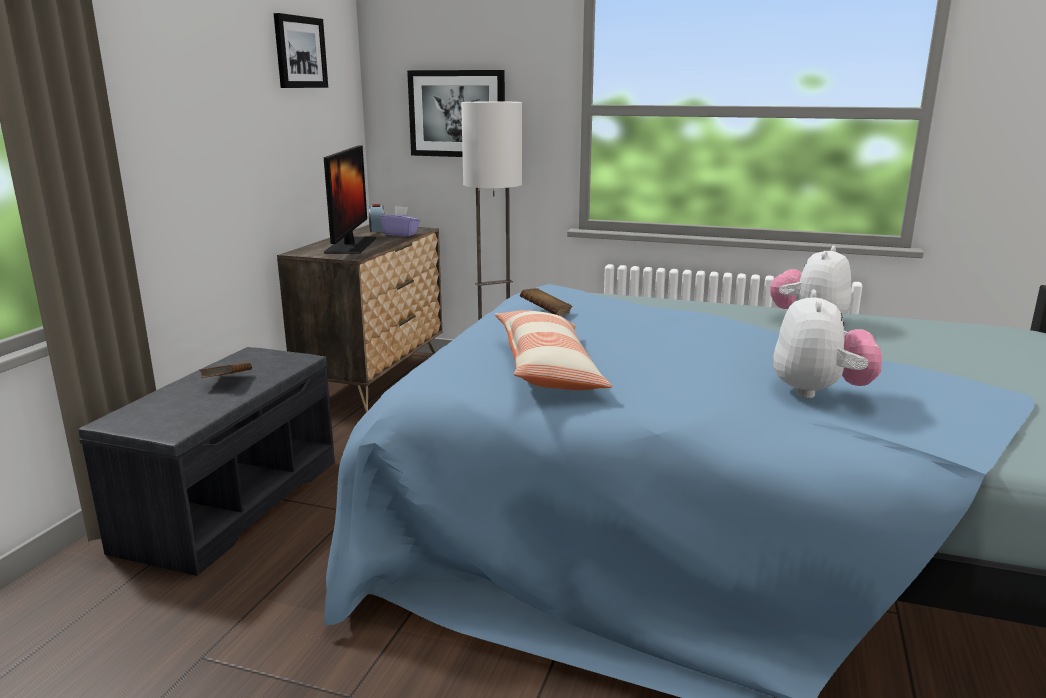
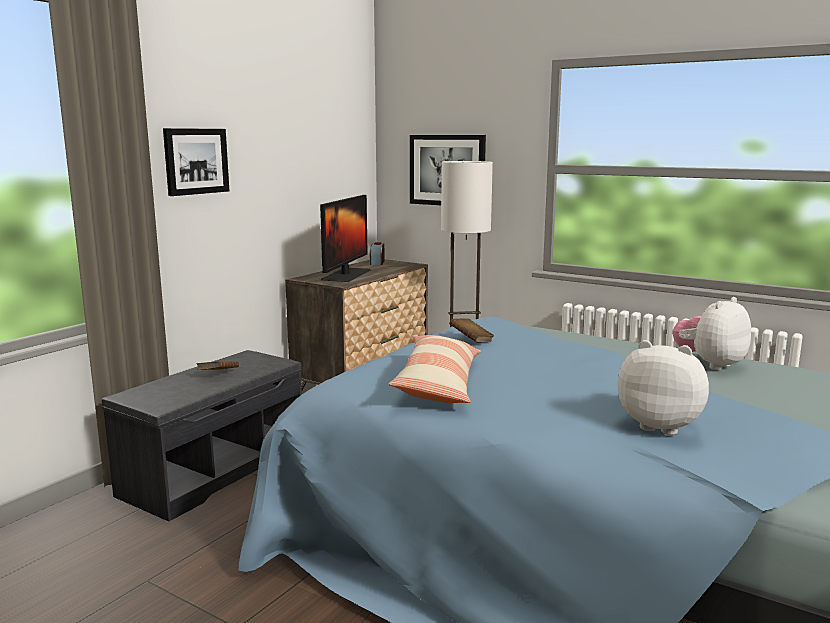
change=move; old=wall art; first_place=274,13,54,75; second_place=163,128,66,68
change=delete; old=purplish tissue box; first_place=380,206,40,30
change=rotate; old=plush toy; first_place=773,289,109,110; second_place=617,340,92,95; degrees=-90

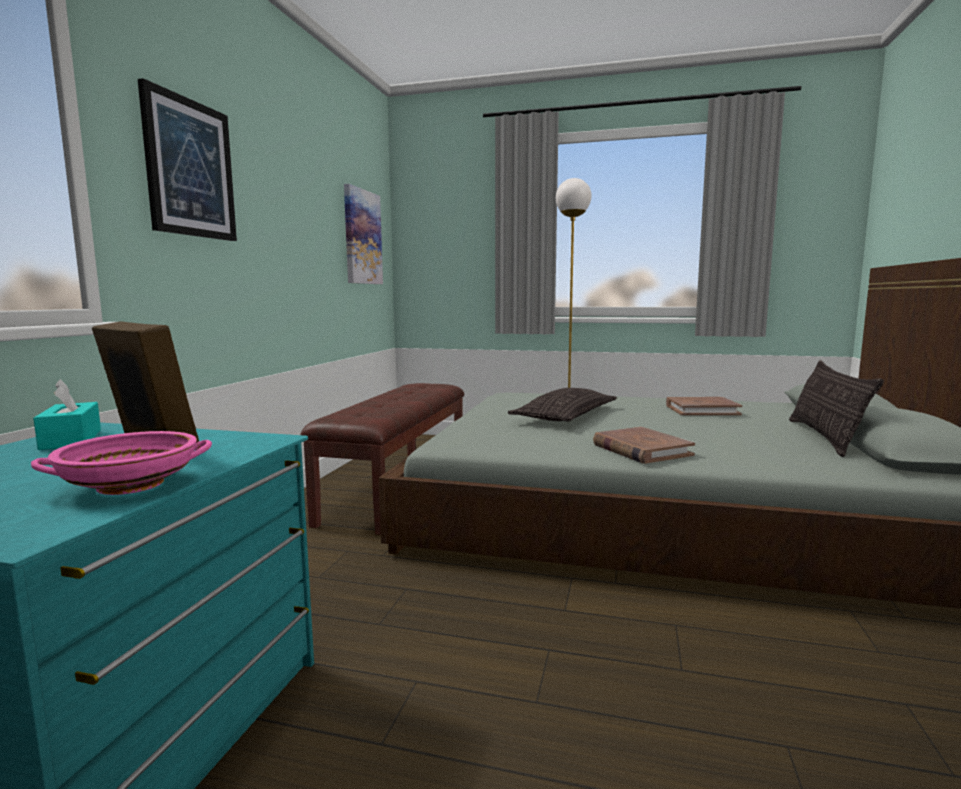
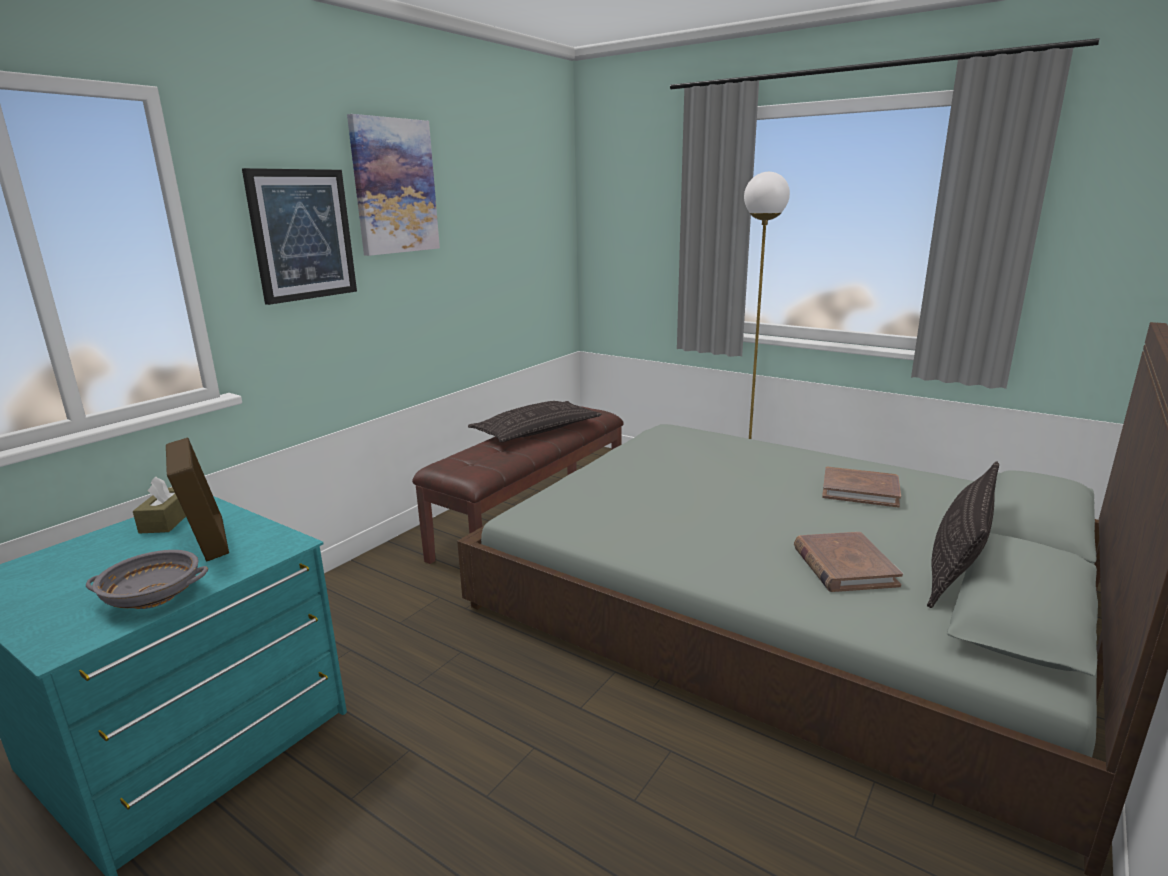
change=recolor; old=pink bowl; new=greyish bowl; first_place=31,431,181,64; second_place=86,550,122,59
change=recolor; old=blue-green tissue box; new=brownish tissue box; first_place=33,379,68,71; second_place=133,476,53,58
change=move; old=wall art; first_place=344,184,39,100; second_place=347,114,93,142
change=move; old=pillow; first_place=508,388,109,34; second_place=468,401,134,41
change=move; old=brownish book; first_place=593,427,102,37; second_place=794,532,109,60

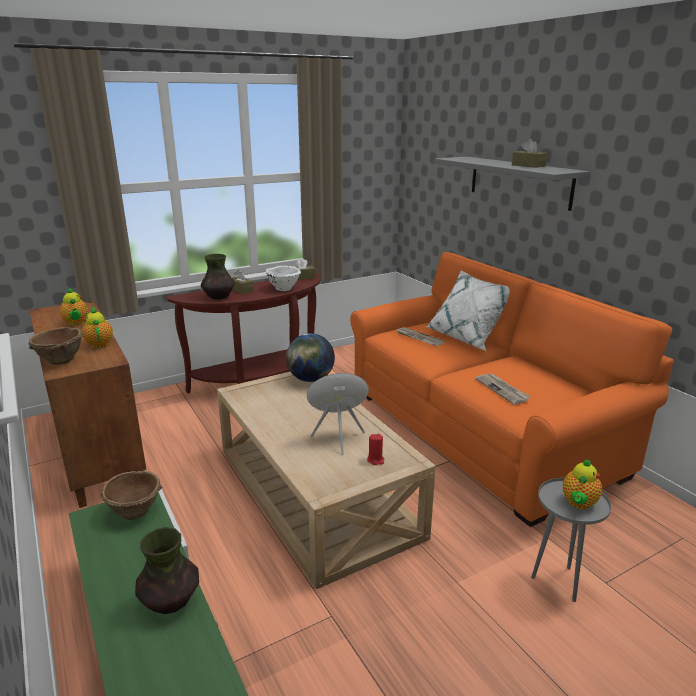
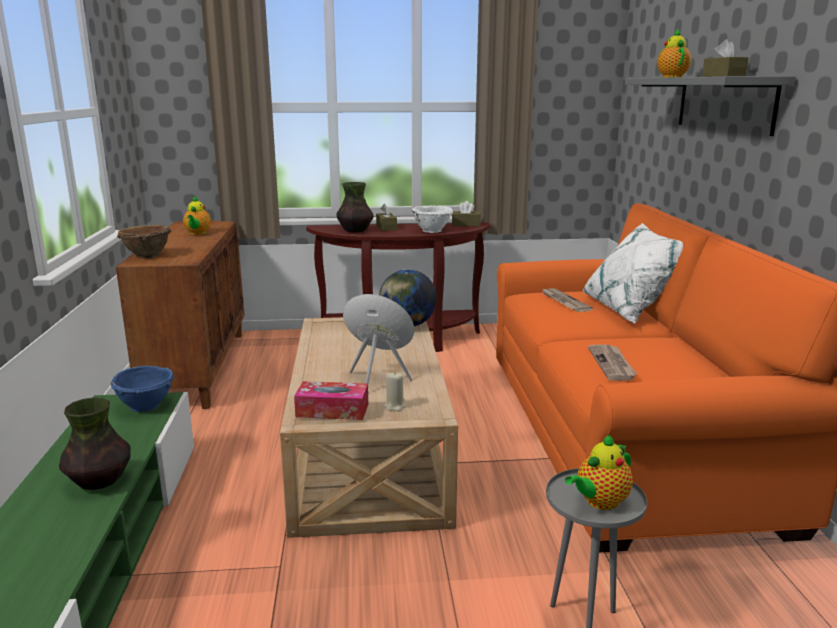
change=move; old=tea pot; first_place=82,307,31,41; second_place=657,28,34,50
change=recolor; old=brownish bowl; new=blue-coloured bowl; first_place=101,470,61,50; second_place=111,366,63,46
change=recolor; old=reddish wax light; new=beige-coloured wax light; first_place=367,434,17,31; second_place=384,372,22,39
change=insert; new=tissue box; second_place=294,381,74,39

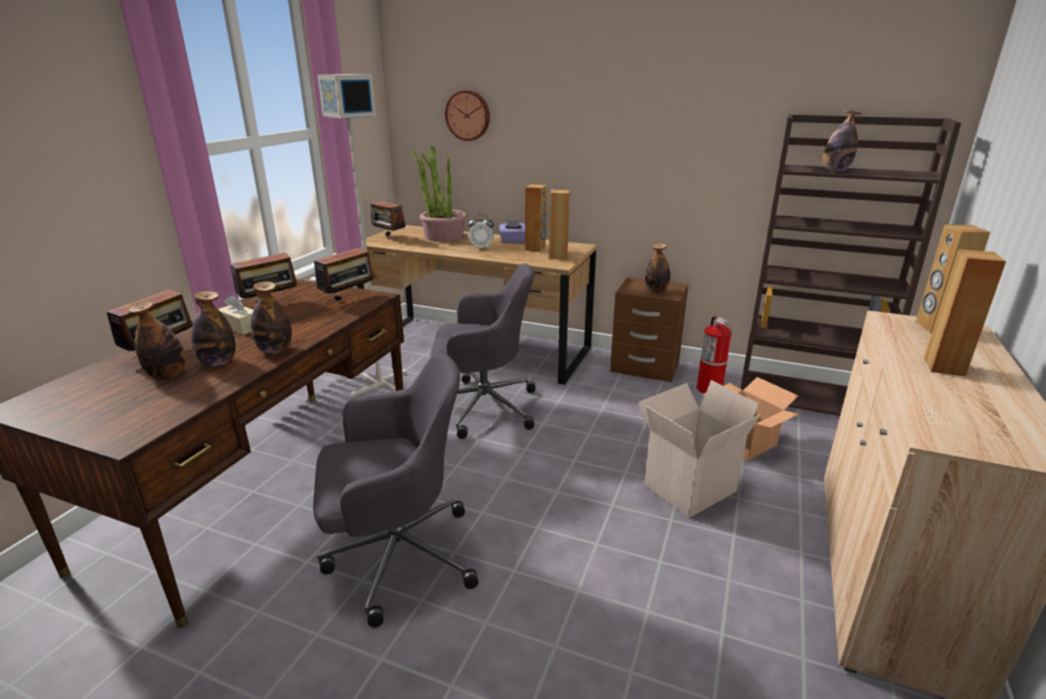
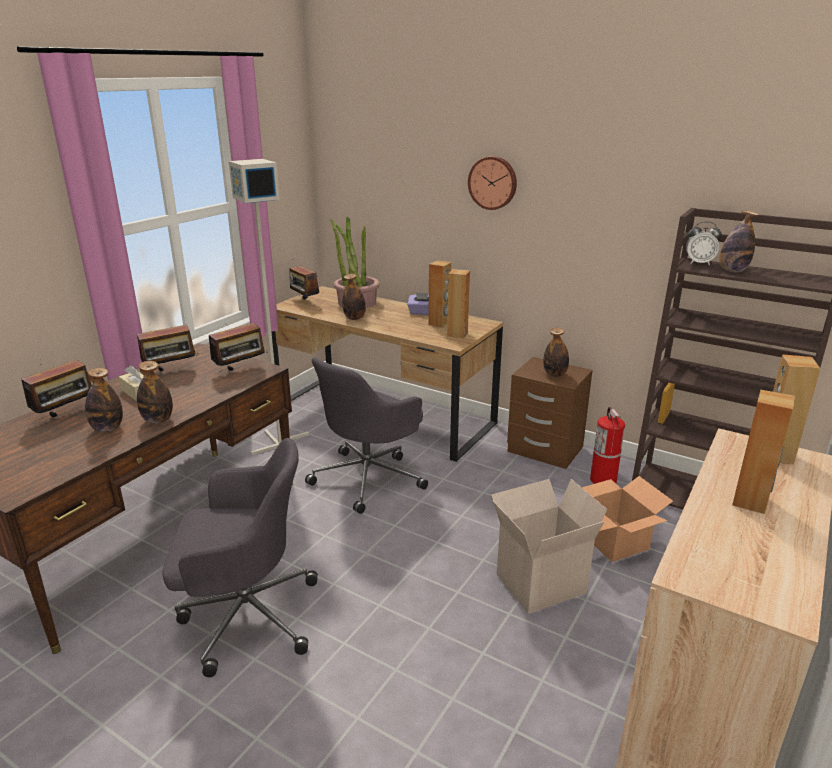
change=move; old=beverage bottle; first_place=128,301,58,79; second_place=342,274,24,46
change=rotate; old=greyish office chair; first_place=431,263,104,176; second_place=305,357,123,157; degrees=120
change=move; old=hanging clock; first_place=445,90,45,51; second_place=468,156,49,54
change=move; old=bedside clock; first_place=468,214,26,35; second_place=686,221,36,44

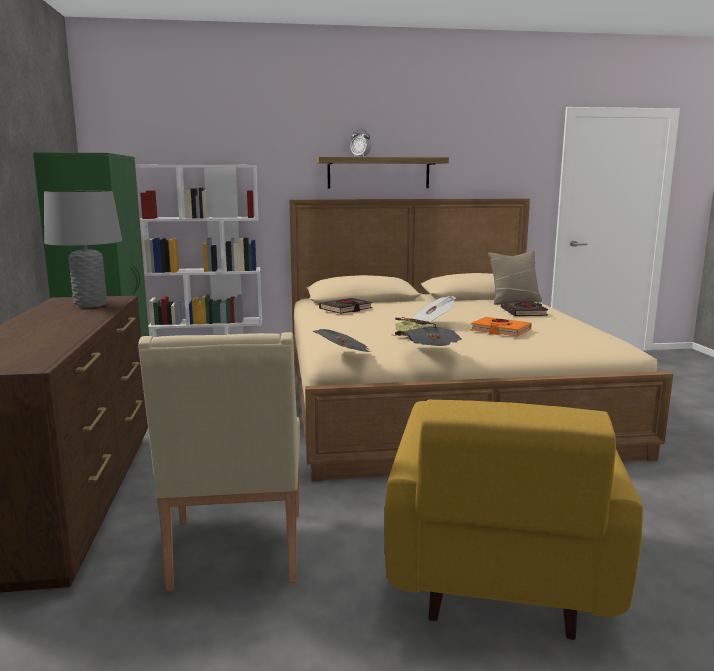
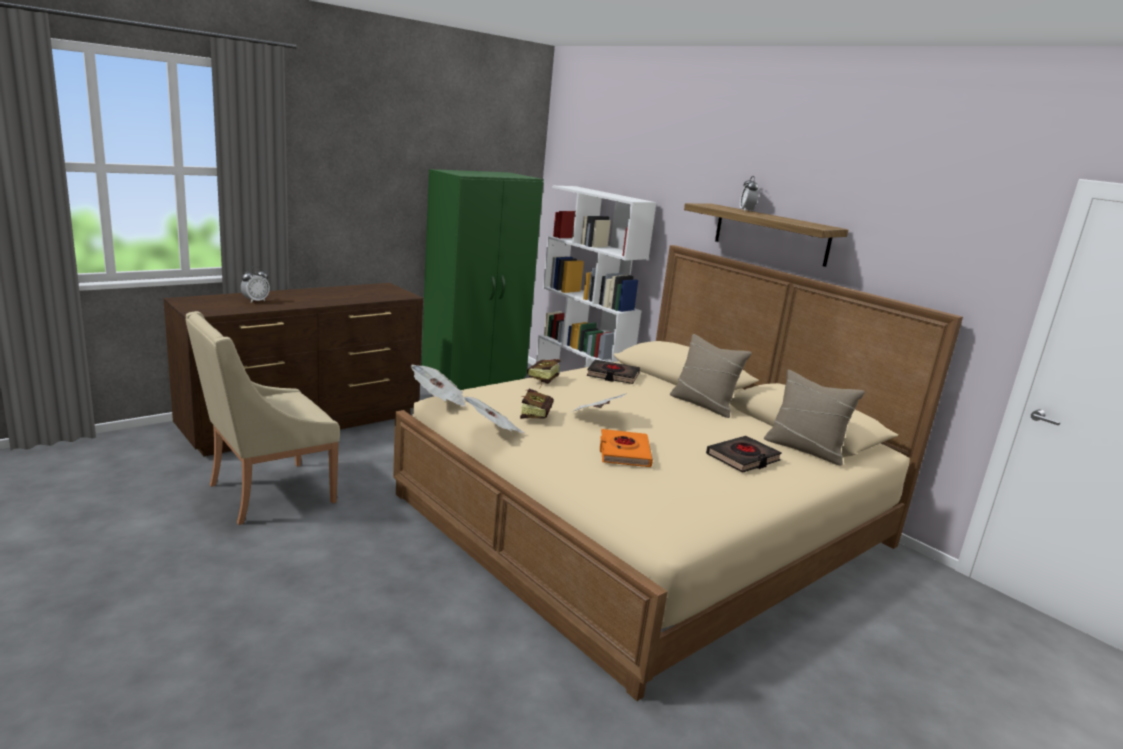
change=delete; old=greyish table lamp; first_place=44,191,78,117
change=delete; old=yellow easy chair; first_place=384,400,259,240
change=insert; new=bedside clock; second_place=241,267,29,36
change=insert; new=book; second_place=527,359,33,29
change=insert; new=beige-coloured pillow; second_place=670,334,82,84

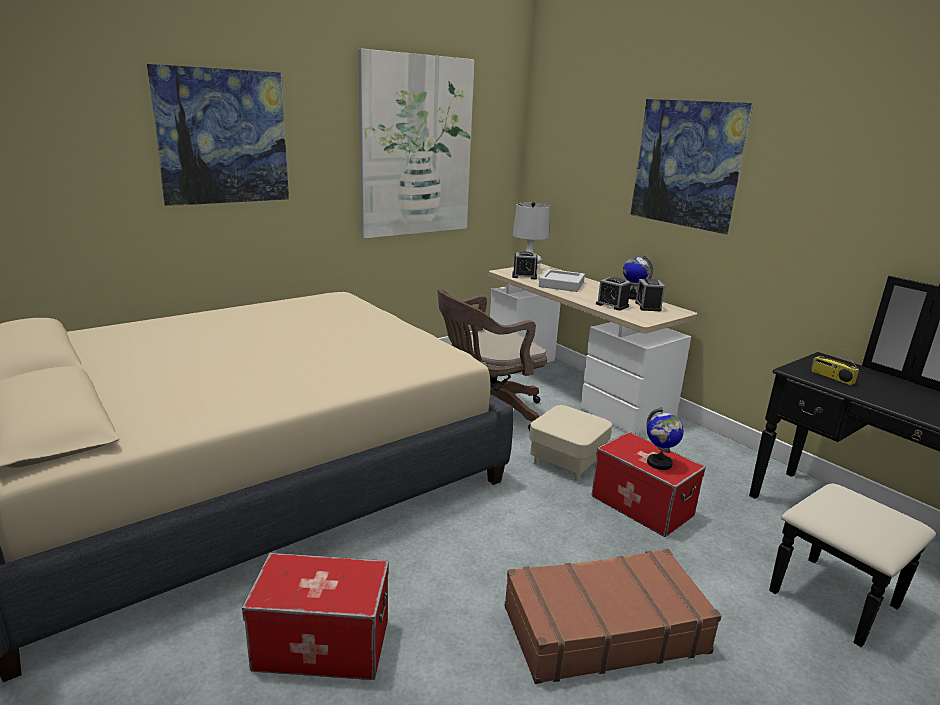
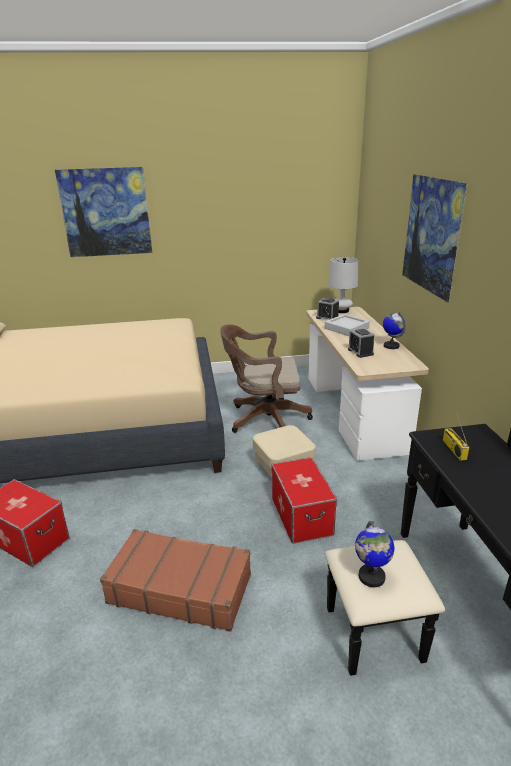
change=delete; old=wall art; first_place=358,48,117,191
change=delete; old=bedside clock; first_place=635,279,30,32
change=move; old=desk globe; first_place=646,407,38,63; second_place=355,521,39,66

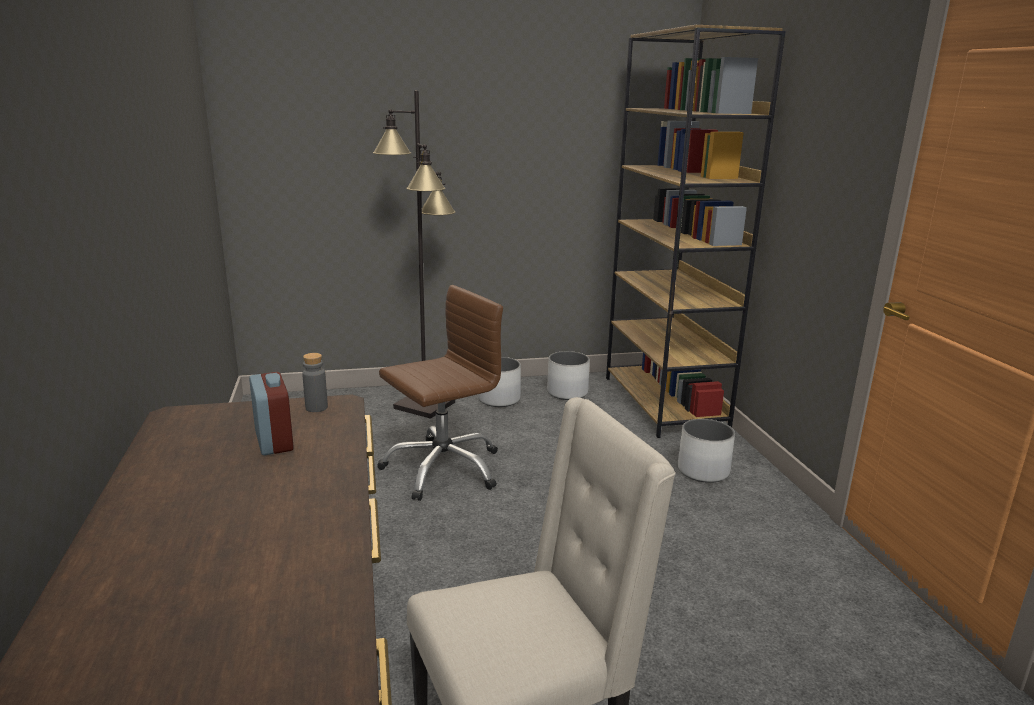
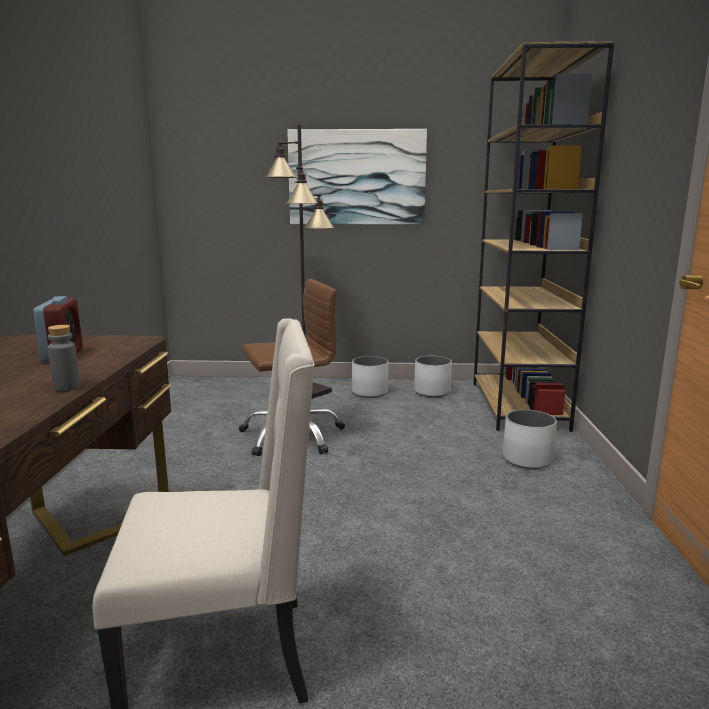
change=move; old=greyish beverage bottle; first_place=302,353,26,59; second_place=48,325,32,67
change=insert; new=wall art; second_place=287,129,140,96

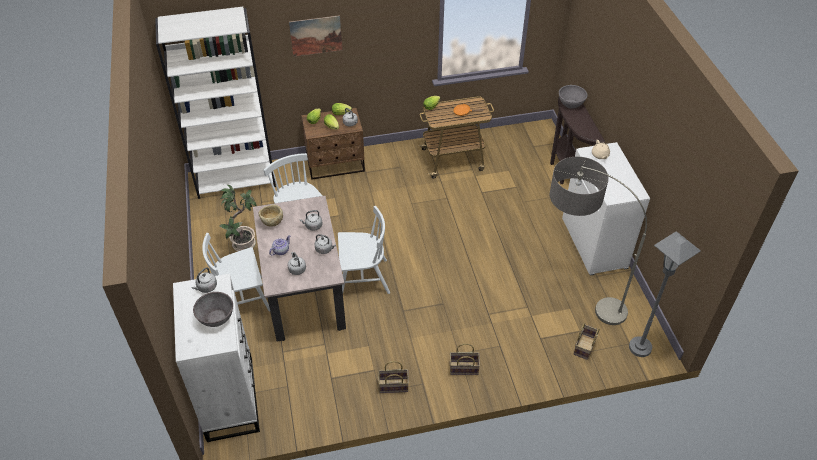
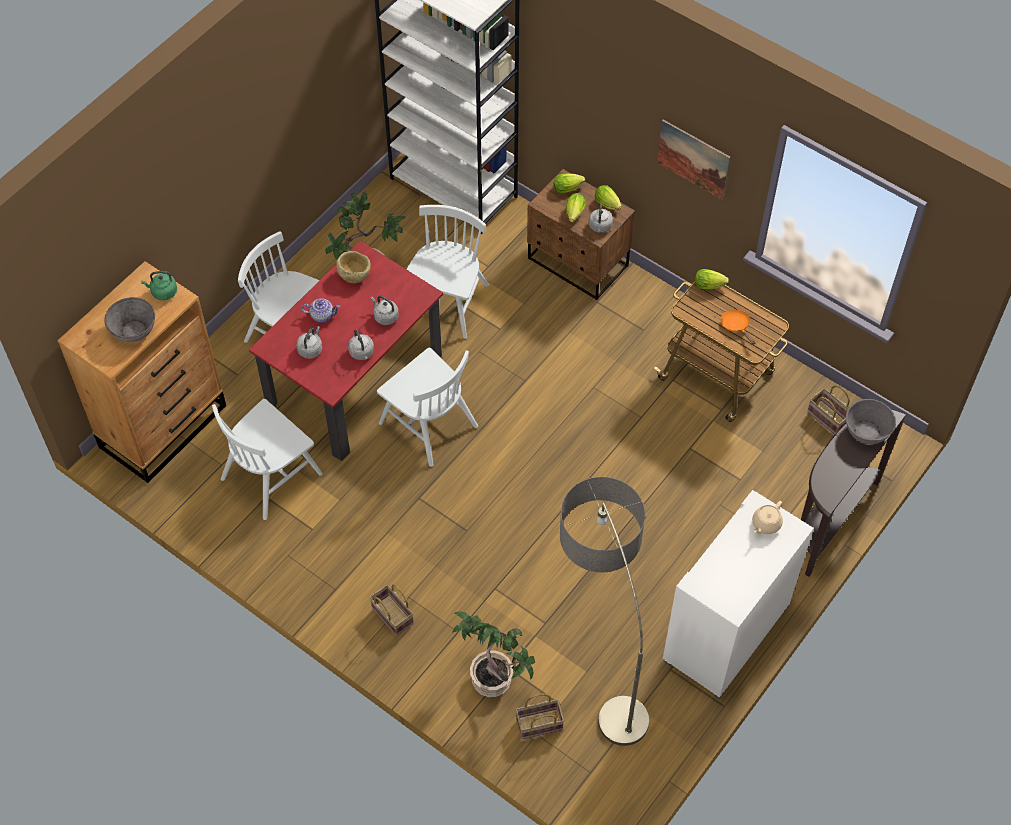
change=recolor; old=whitish dresser; new=brownish dresser; first_place=173,274,87,168; second_place=57,261,169,222
change=recolor; old=greyish kettle; new=green kettle; first_place=192,267,25,26; second_place=141,271,36,29
change=recolor; old=beige-coloured dining table; new=reddish dining table; first_place=253,196,93,146; second_place=249,241,194,220
change=move; old=wall art; first_place=289,15,53,42; second_place=657,119,74,81
change=move; old=basket; first_place=378,361,31,32; second_place=807,385,43,50
change=delete; old=greyish floor lamp; first_place=629,231,72,126
change=insert; new=whitish upright chair; second_place=212,399,111,121
change=insert; new=houseplant; second_place=452,611,83,86

